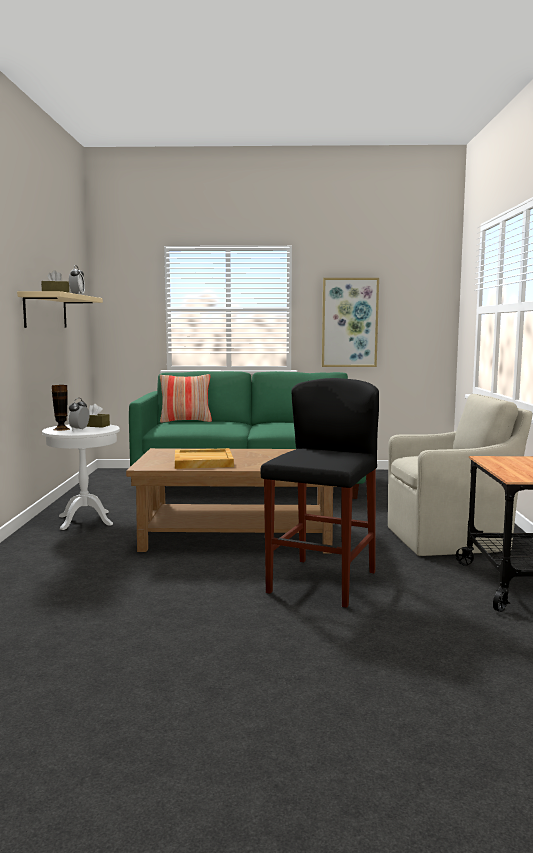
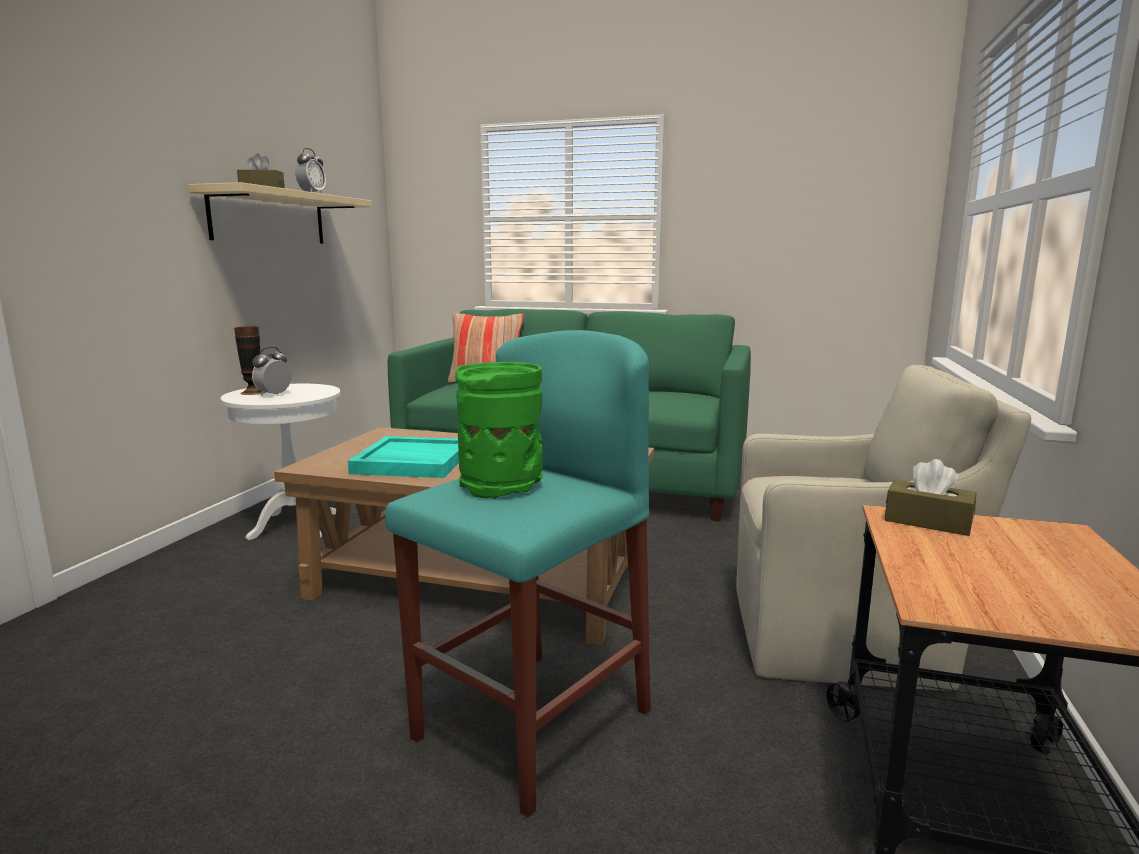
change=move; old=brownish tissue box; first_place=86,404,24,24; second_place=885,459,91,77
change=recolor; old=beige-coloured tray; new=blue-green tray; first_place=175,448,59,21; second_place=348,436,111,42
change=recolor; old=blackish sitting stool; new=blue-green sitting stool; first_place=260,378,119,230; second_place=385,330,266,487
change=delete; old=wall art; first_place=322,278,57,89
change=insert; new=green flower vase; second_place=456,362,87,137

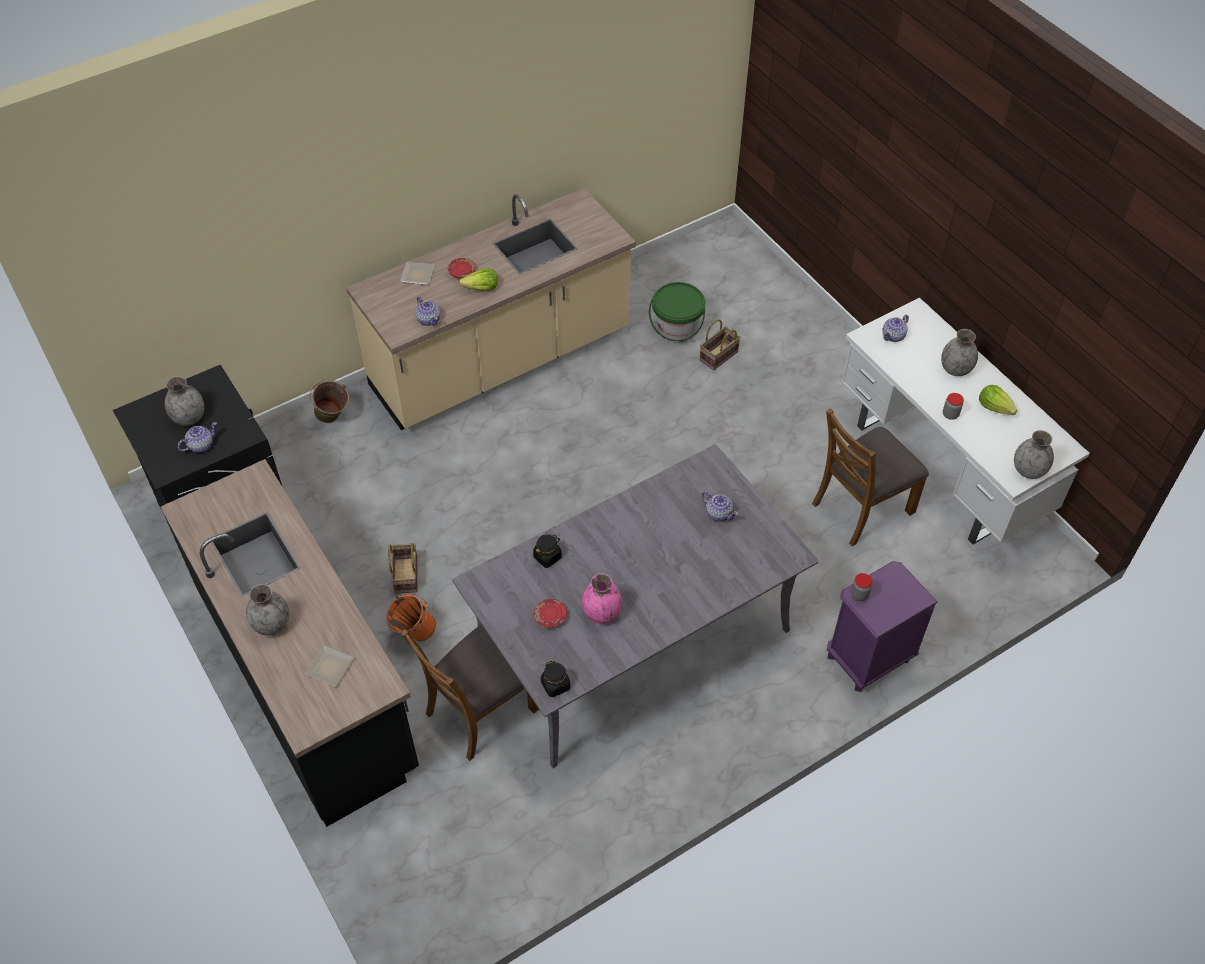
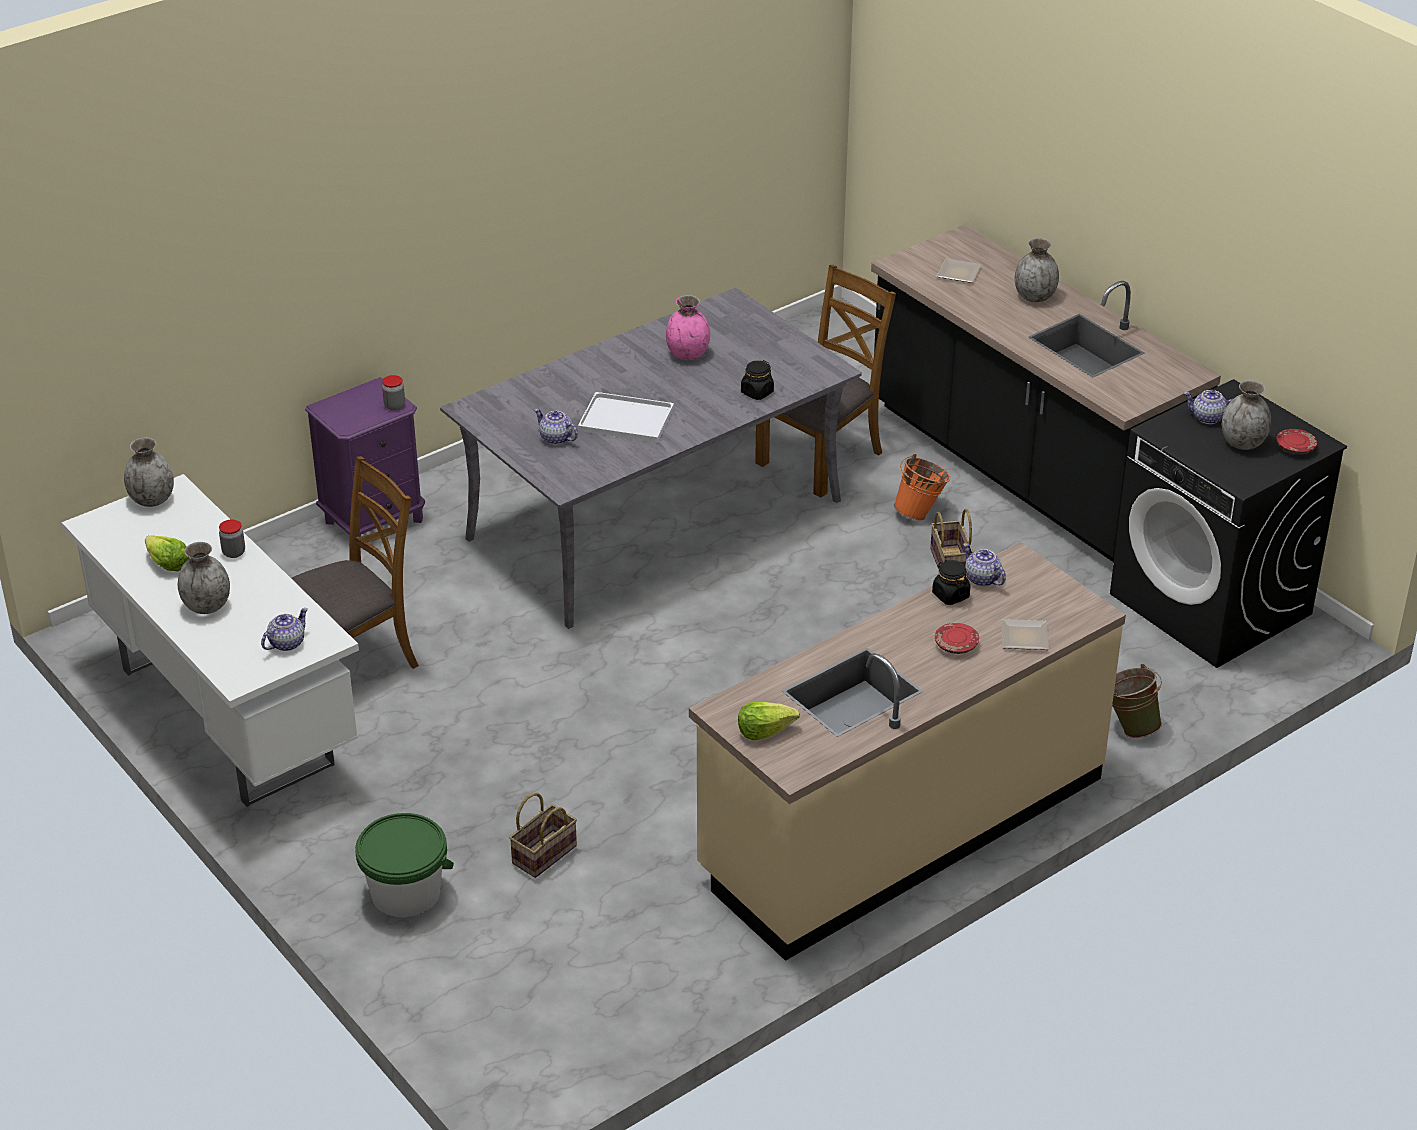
change=rotate; old=tea pot; first_place=178,422,39,31; second_place=1183,390,50,34; degrees=60
change=move; old=lettuce; first_place=459,268,39,22; second_place=738,702,62,38
change=move; old=reddish plate; first_place=534,599,33,29; second_place=1276,429,41,25
change=move; old=blackish preserve jar; first_place=541,661,29,36; second_place=932,560,38,45
change=move; old=green bucket; first_place=649,282,56,61; second_place=355,813,99,104
change=insert; new=whitish tray; second_place=578,392,96,51

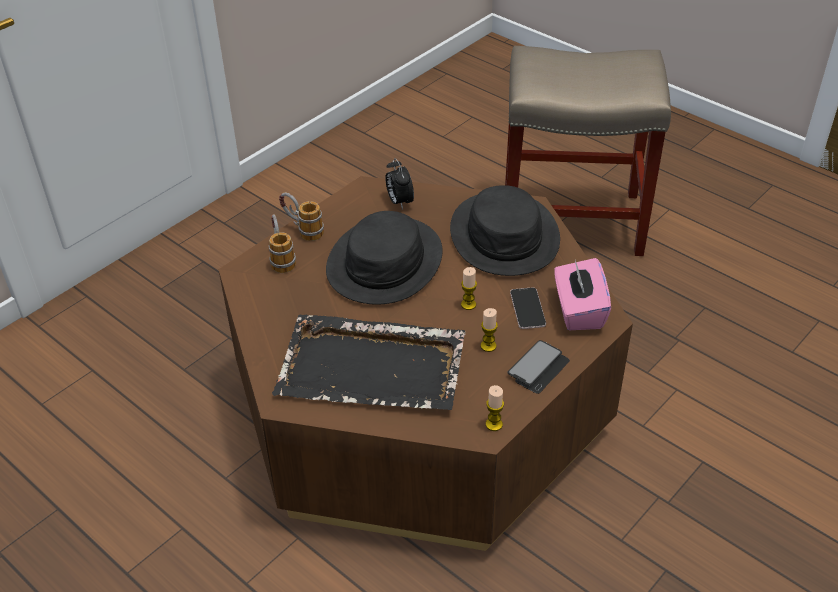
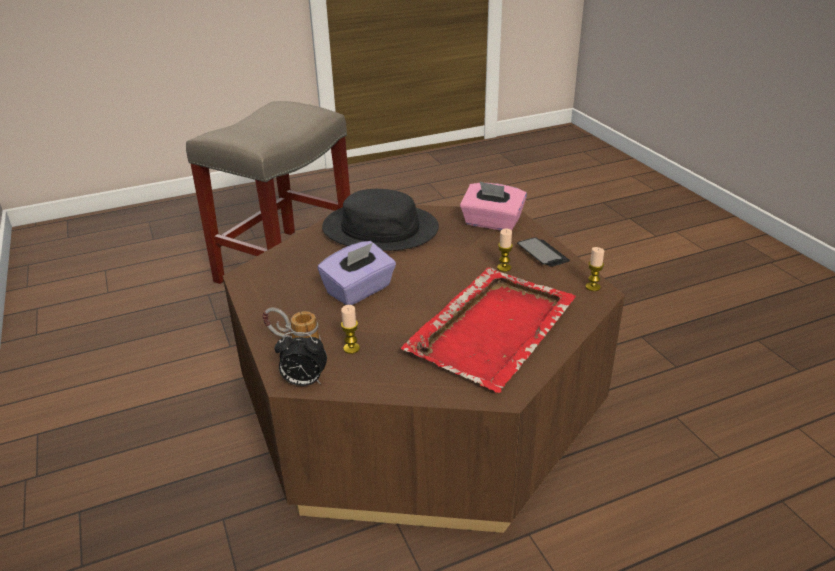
change=recolor; old=blackish tray; new=reddish tray; first_place=272,315,194,95; second_place=401,267,175,126
change=delete; old=mug; first_place=279,192,45,49
change=replace; old=blackish clothing hat; new=purplish tissue box; first_place=326,211,117,94; second_place=317,241,79,64
change=move; old=bedside clock; first_place=385,158,29,52; second_place=275,332,52,54
change=move; old=wax light; first_place=461,267,16,43; second_place=341,305,19,49
change=delete; old=handset; first_place=510,287,36,42

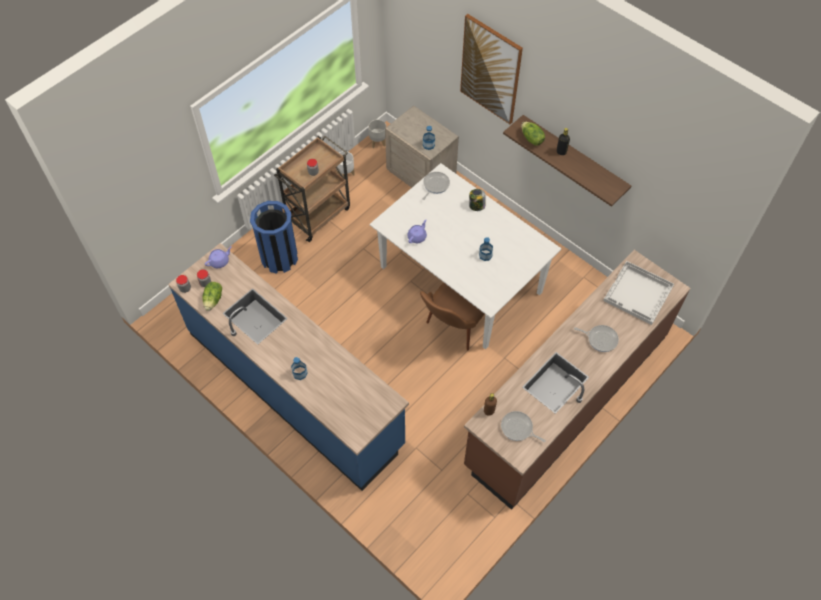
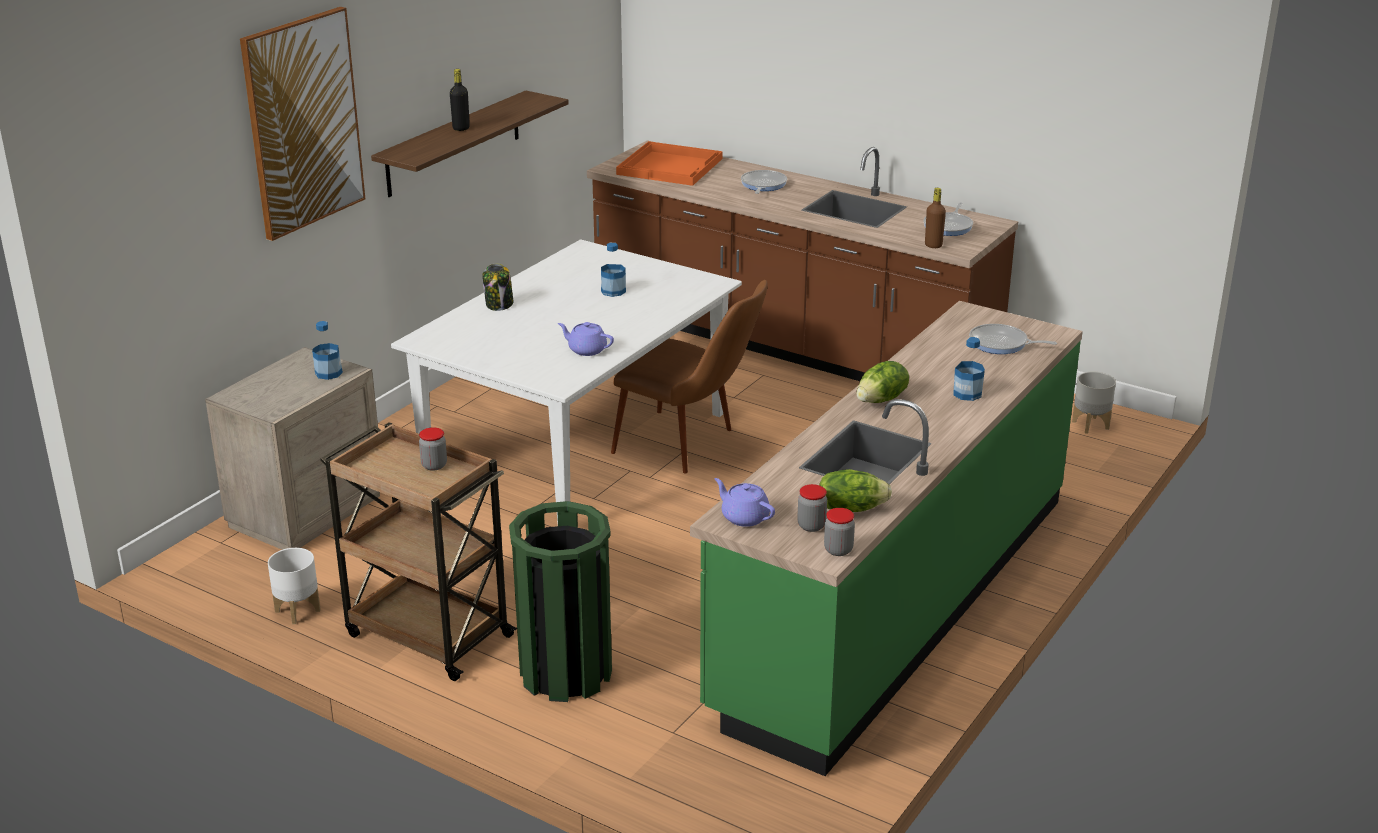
change=recolor; old=blue-coloured counter; new=green counter; first_place=168,243,241,248; second_place=690,301,393,475
change=recolor; old=blue-coloured rubbish bin; new=green rubbish bin; first_place=250,201,48,73; second_place=509,501,103,201
change=move; old=greyish planter; first_place=368,119,18,29; second_place=1072,372,44,62
change=move; old=skillet; first_place=422,172,28,28; second_place=969,324,88,30
change=move; old=lettuce; first_place=521,122,24,24; second_place=857,361,52,42
change=recolor; old=whitish tray; new=orange-coloured tray; first_place=603,261,71,64; second_place=616,141,107,45

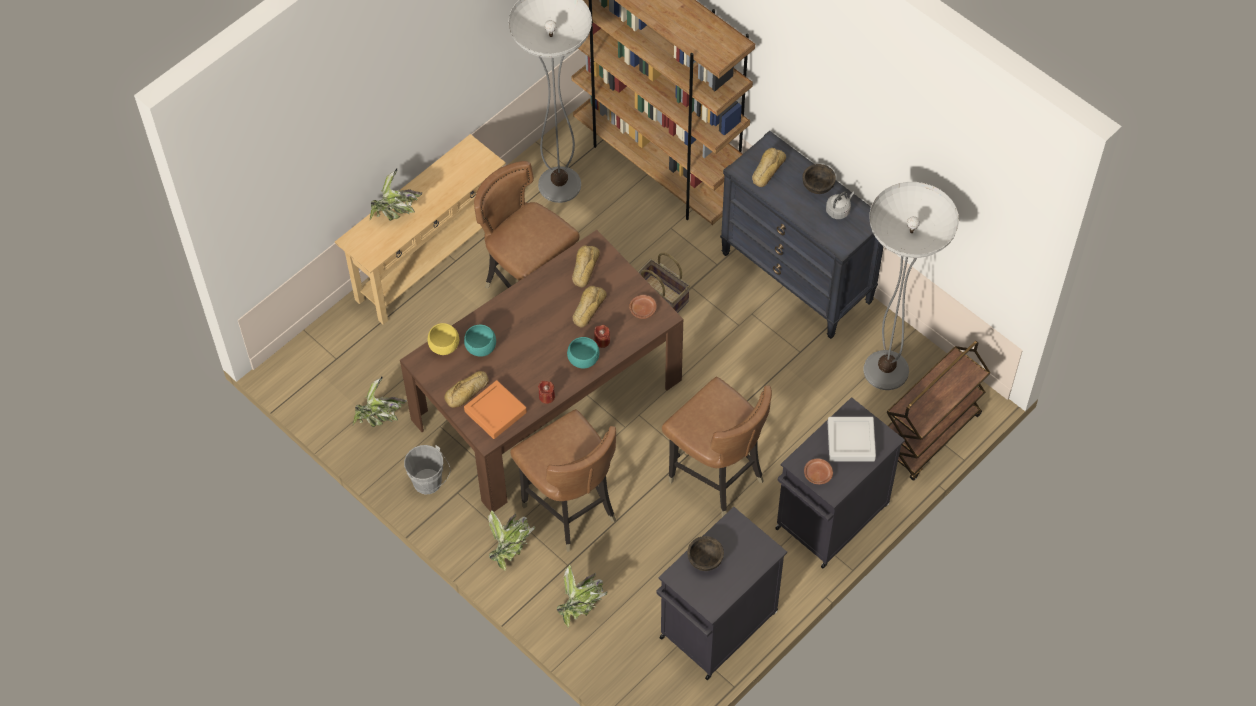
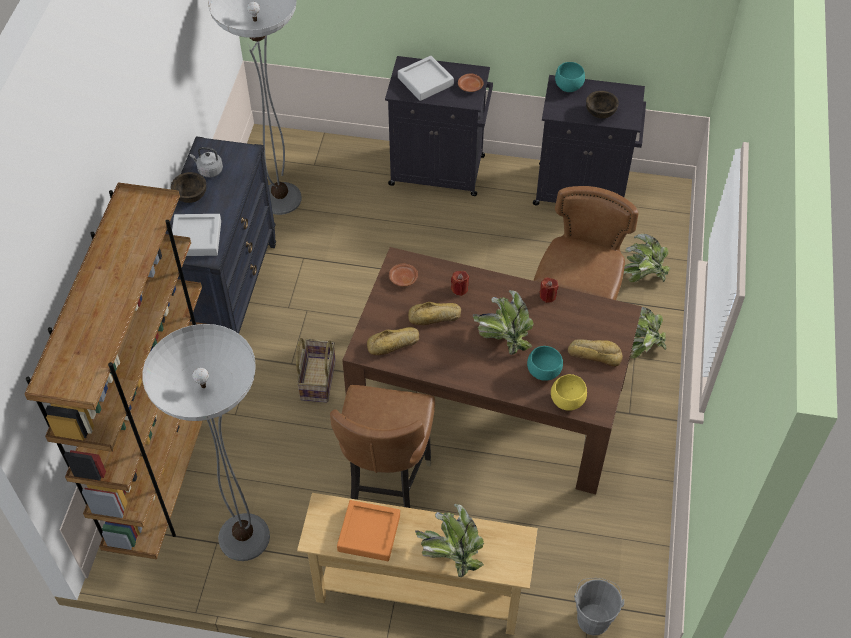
change=move; old=houseplant; first_place=353,376,54,51; second_place=473,290,61,65
change=move; old=greyish bucket; first_place=404,445,46,50; second_place=574,578,50,57
change=move; old=orange-coloured tray; first_place=464,380,63,59; second_place=337,500,63,61
change=move; old=blue-green bowl; first_place=567,337,33,32; second_place=555,62,30,30
change=delete; old=brownish upright chair; first_place=662,377,110,140
change=replace; old=baked bread; new=greyish tray; first_place=752,148,34,39; second_place=172,214,49,42
change=delete; old=brownish trolley; first_place=886,341,104,140

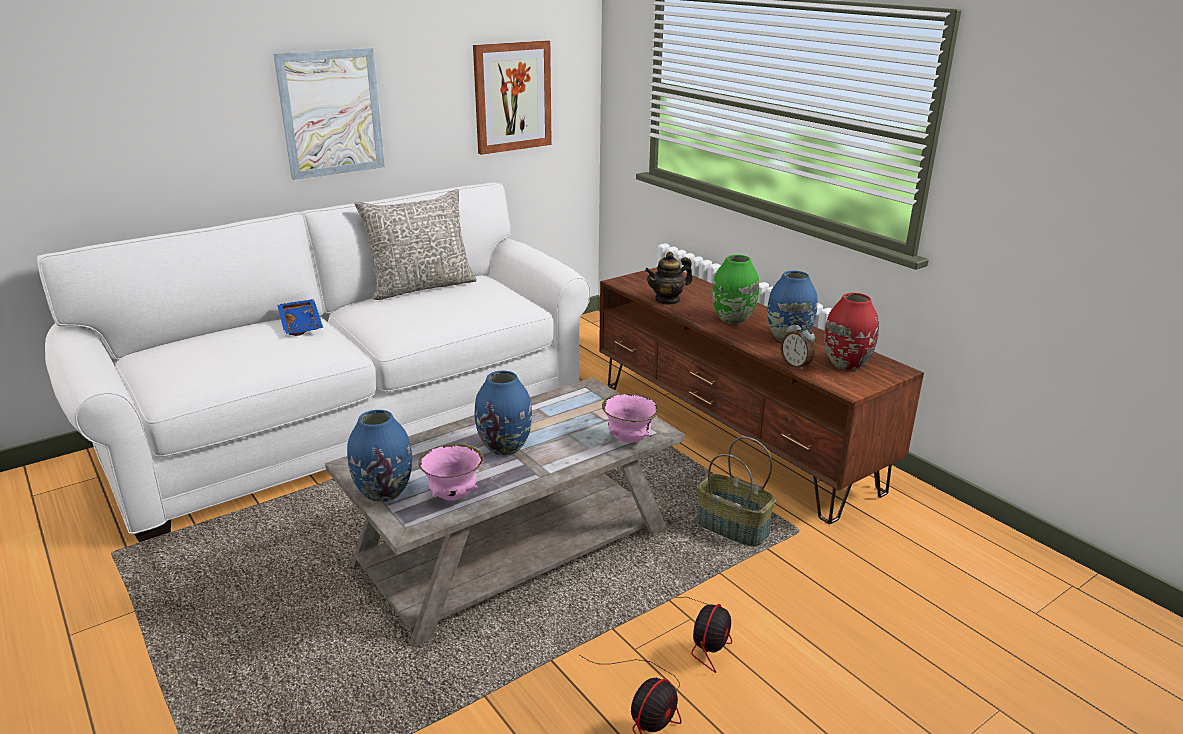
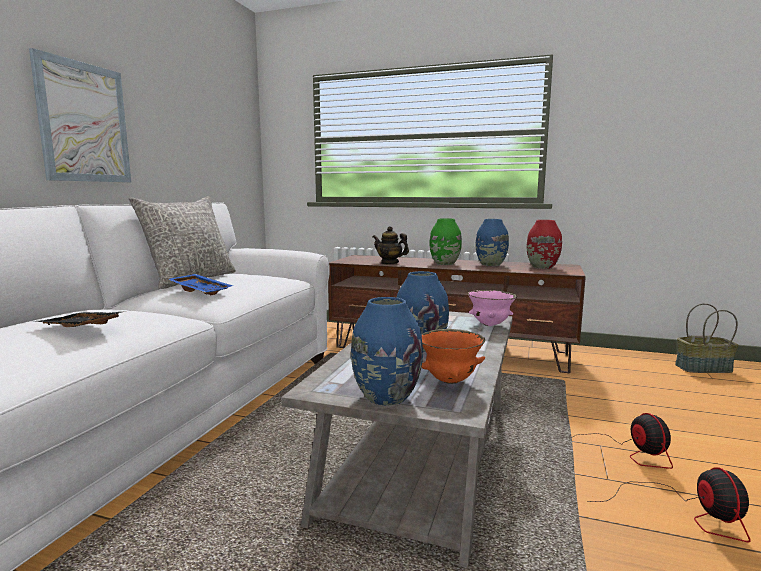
change=move; old=blue-coloured tray; first_place=277,299,46,37; second_place=168,274,65,21
change=recolor; old=pink bowl; new=orange-coloured bowl; first_place=419,444,65,56; second_place=421,329,64,55
change=delete; old=wall art; first_place=473,40,79,115
change=rotate; old=tea pot; first_place=645,252,48,53; second_place=373,226,36,38; degrees=90
change=move; old=basket; first_place=696,437,80,110; second_place=675,303,64,70
change=delete; old=bedside clock; first_place=781,321,34,50
change=insert; new=blackish tray; second_place=36,311,91,16

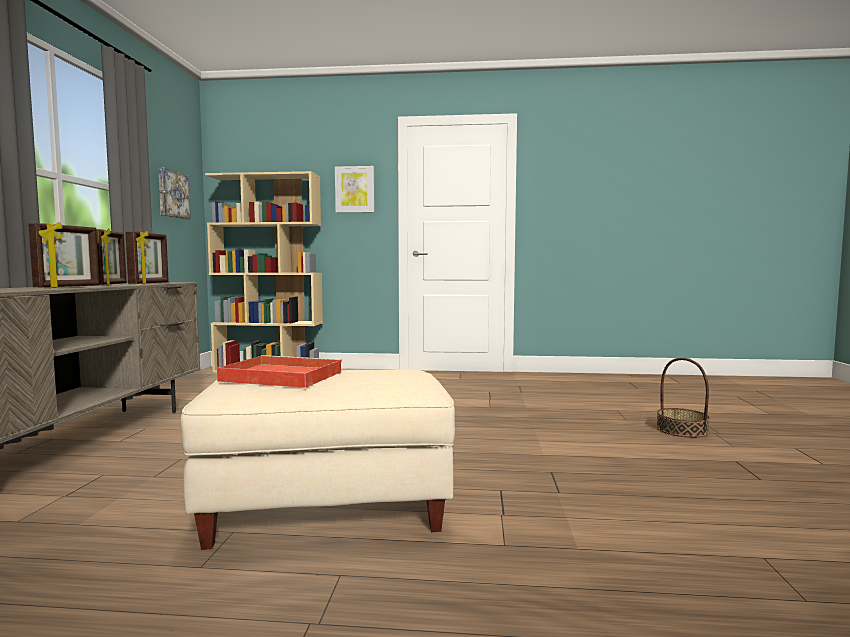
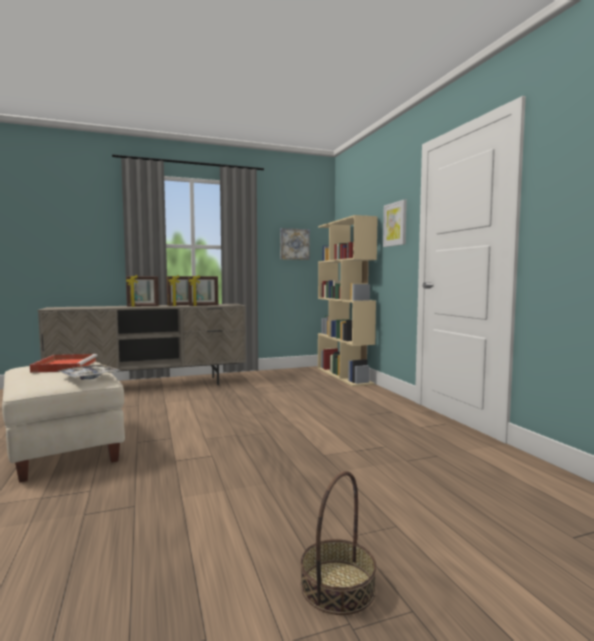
change=insert; new=tray; second_place=58,364,62,15

